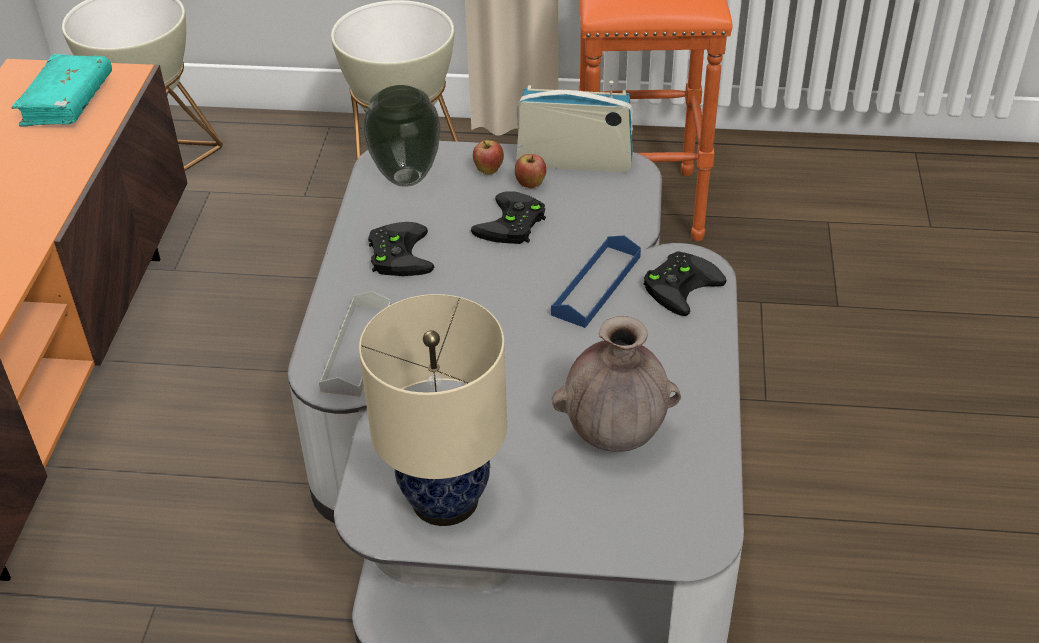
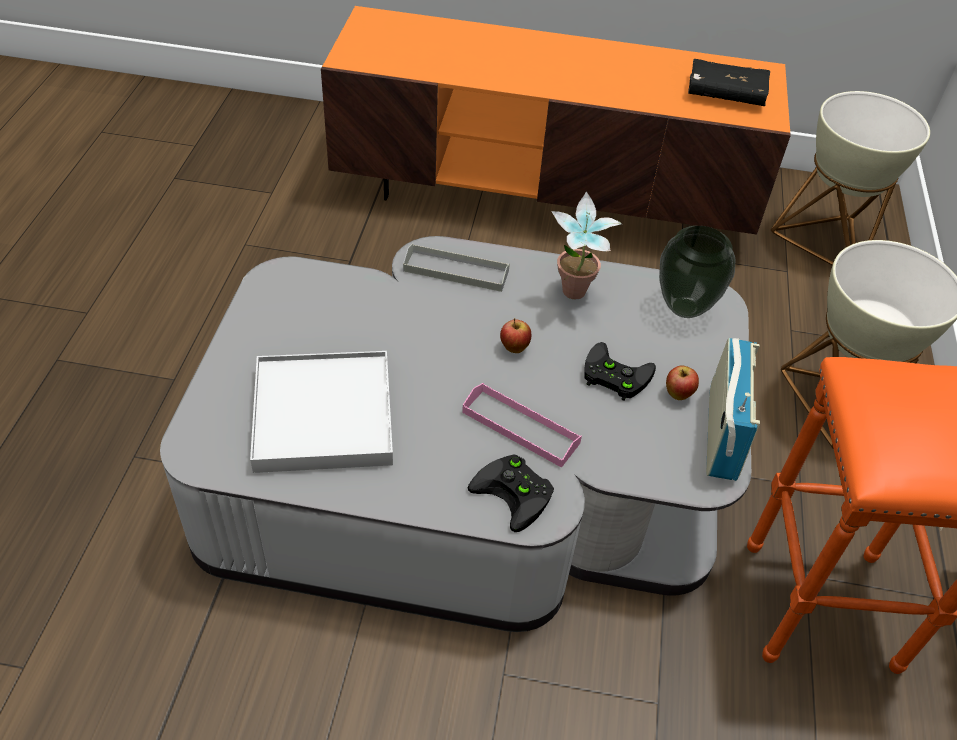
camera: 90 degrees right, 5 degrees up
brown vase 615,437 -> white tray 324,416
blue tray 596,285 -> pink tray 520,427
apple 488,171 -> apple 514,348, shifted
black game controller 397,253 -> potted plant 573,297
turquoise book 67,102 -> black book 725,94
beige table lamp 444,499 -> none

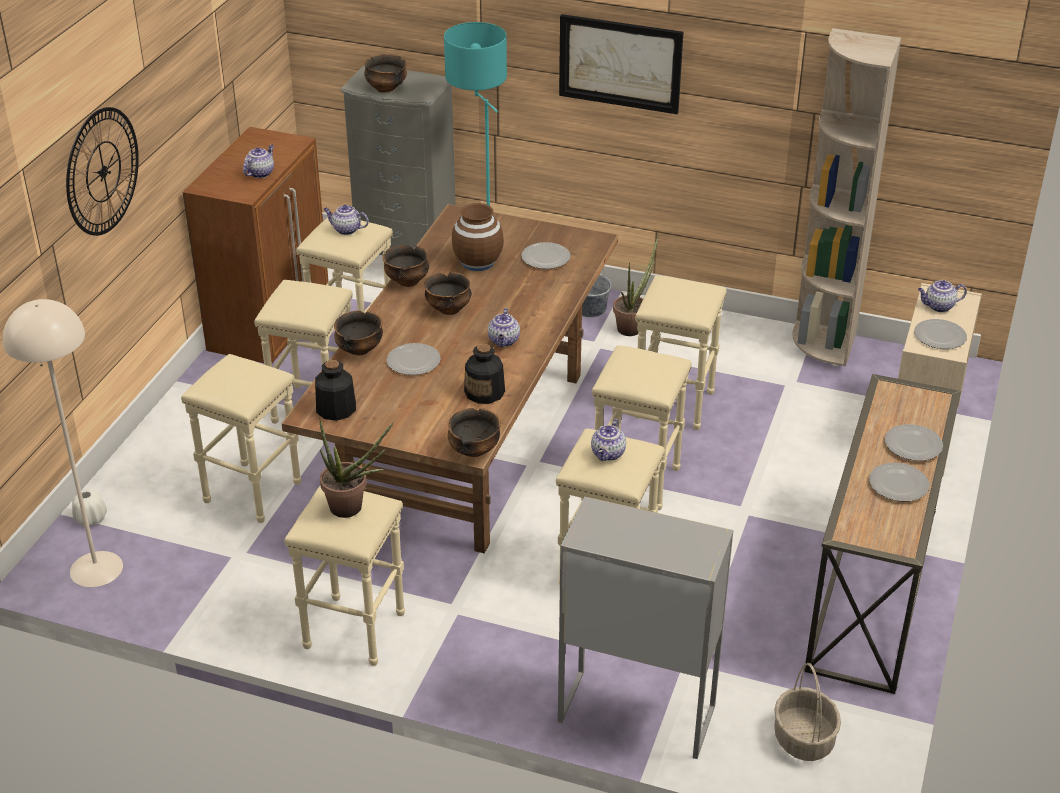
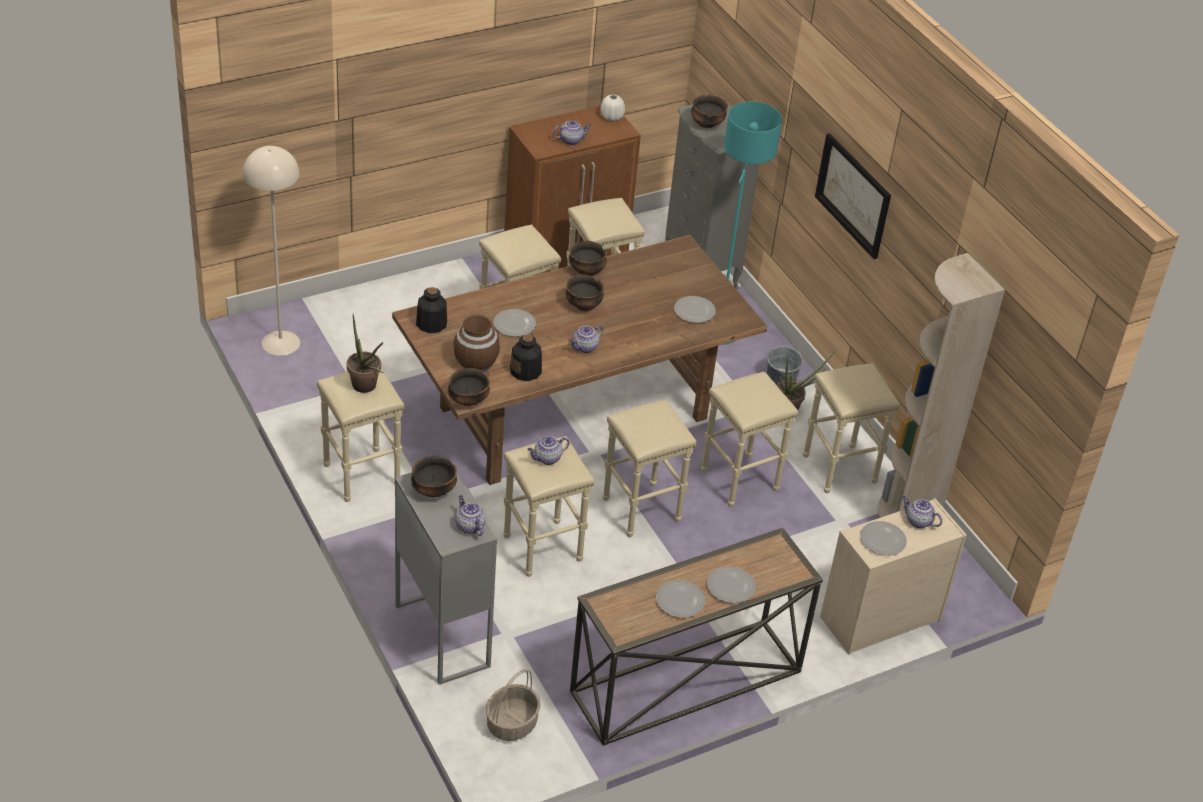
camera: 40 degrees right, 5 degrees up
bowl 359,349 -> bowl 433,490, shifted
brown vase 478,262 -> brown vase 476,364, shifted
teapot 346,230 -> teapot 469,526, shifted
white vase 91,519 -> white vase 611,117, shifted
beige stool 252,490 -> beige stool 840,467, shifted
wall clock 103,171 -> none

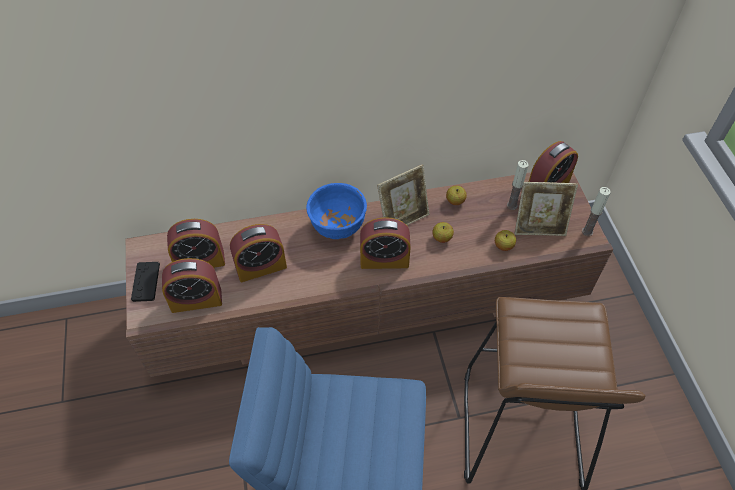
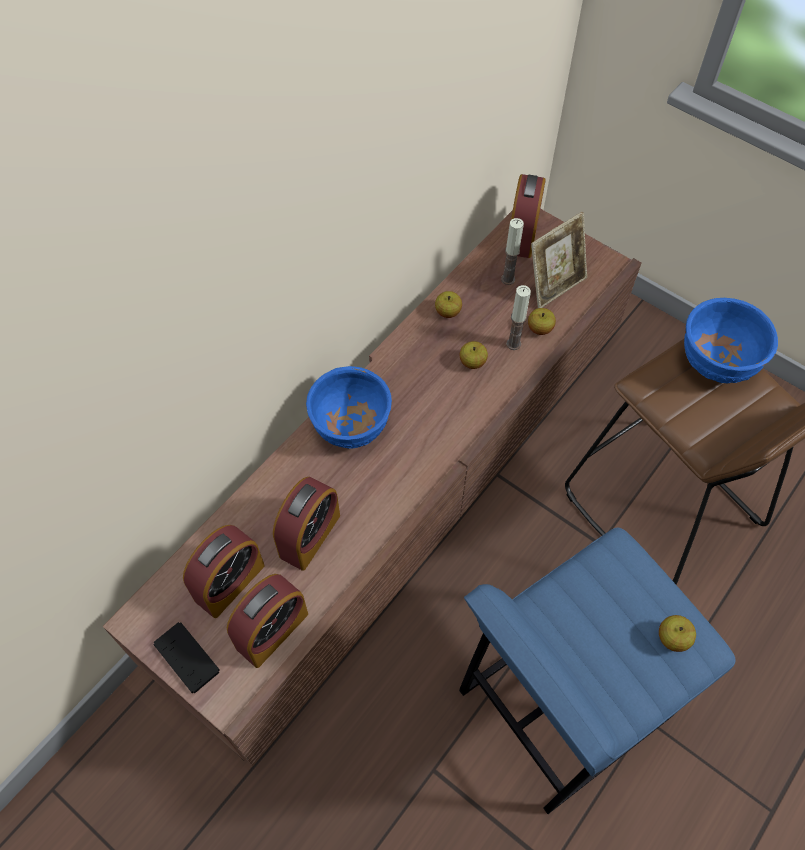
camera: 40 degrees left, 5 degrees up
candle 587,231 -> candle 513,344, shifted
none -> apple 672,638
none -> blue bowl 716,362
alarm clock 384,259 -> none
picture frame 403,218 -> none

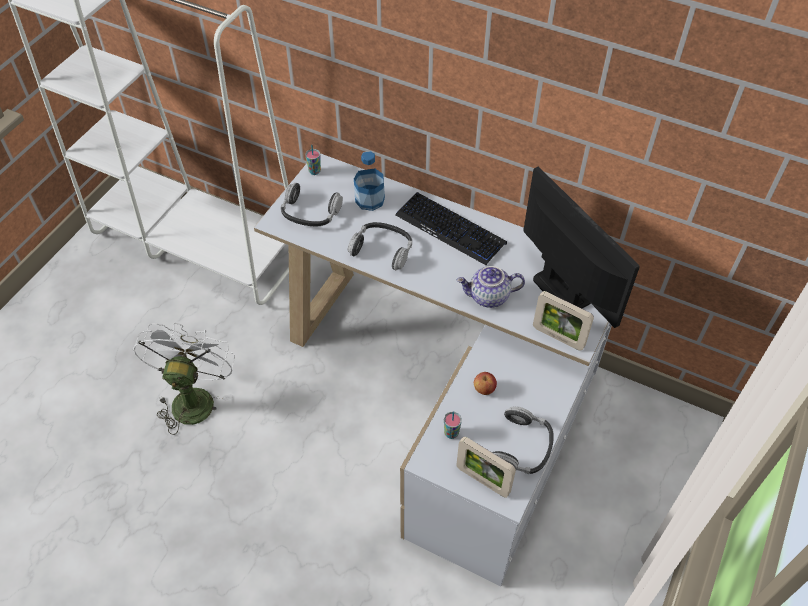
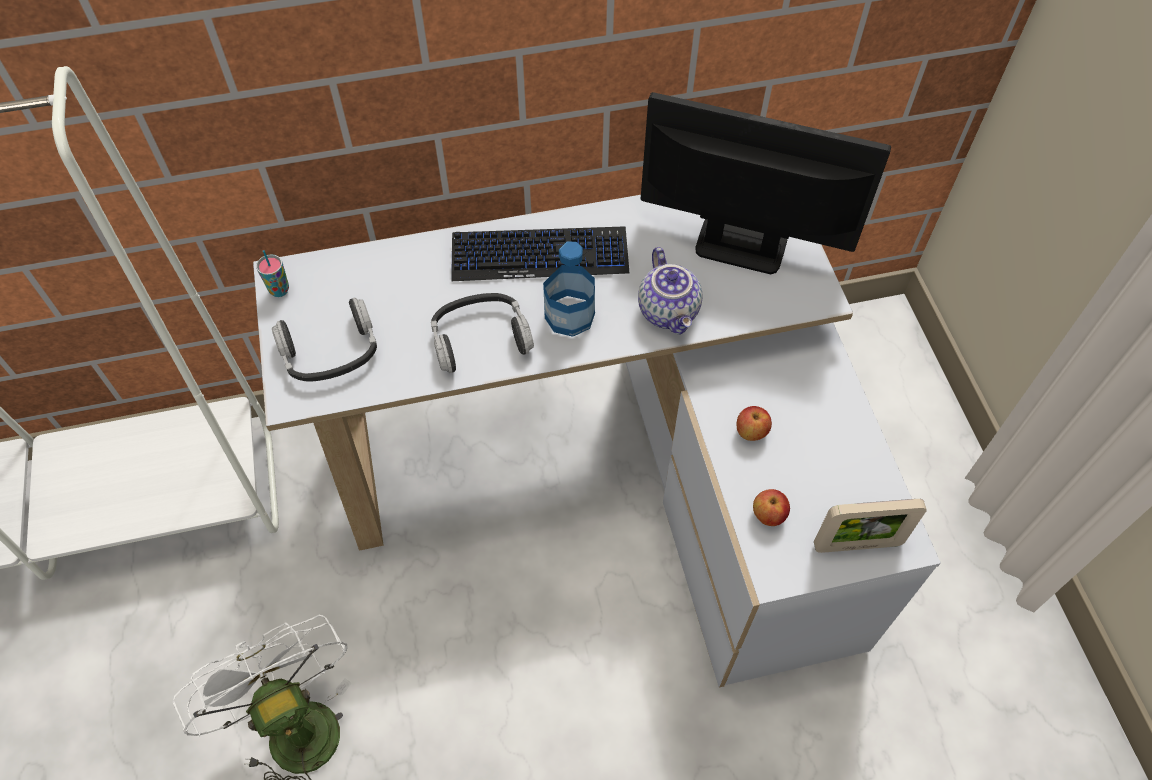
camera: 40 degrees left, 5 degrees up
bottle 370,200 -> bottle 569,316, shifted
teapot 488,297 -> teapot 670,311, 60 degrees counterclockwise
cup 451,433 -> apple 768,515
headphones 522,447 -> none
picture frame 558,337 -> none

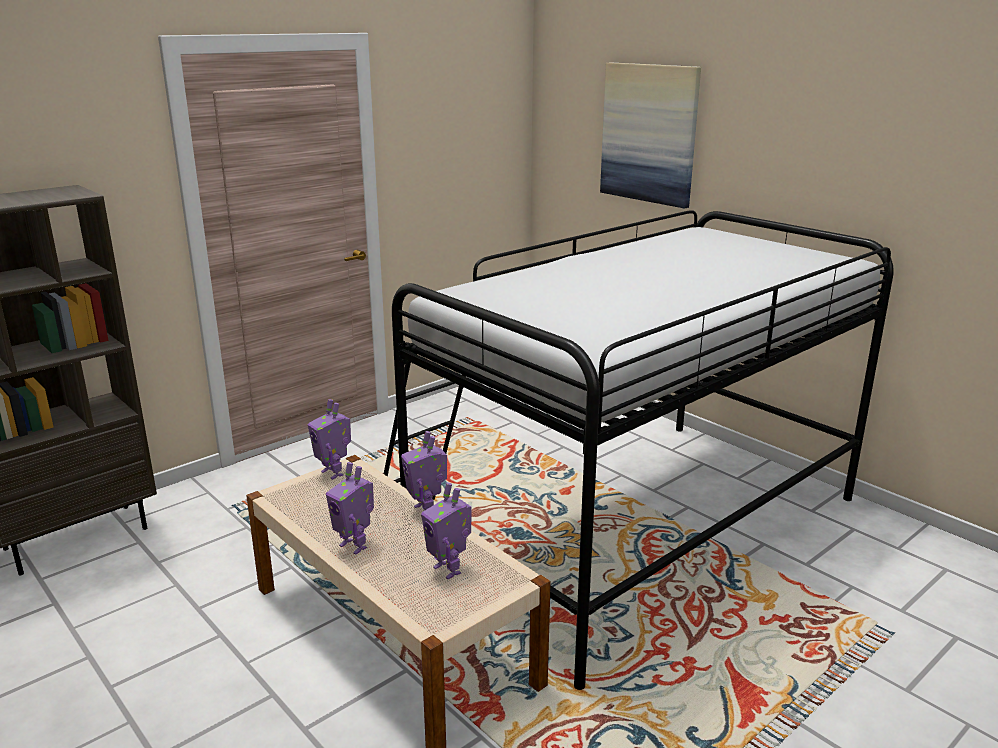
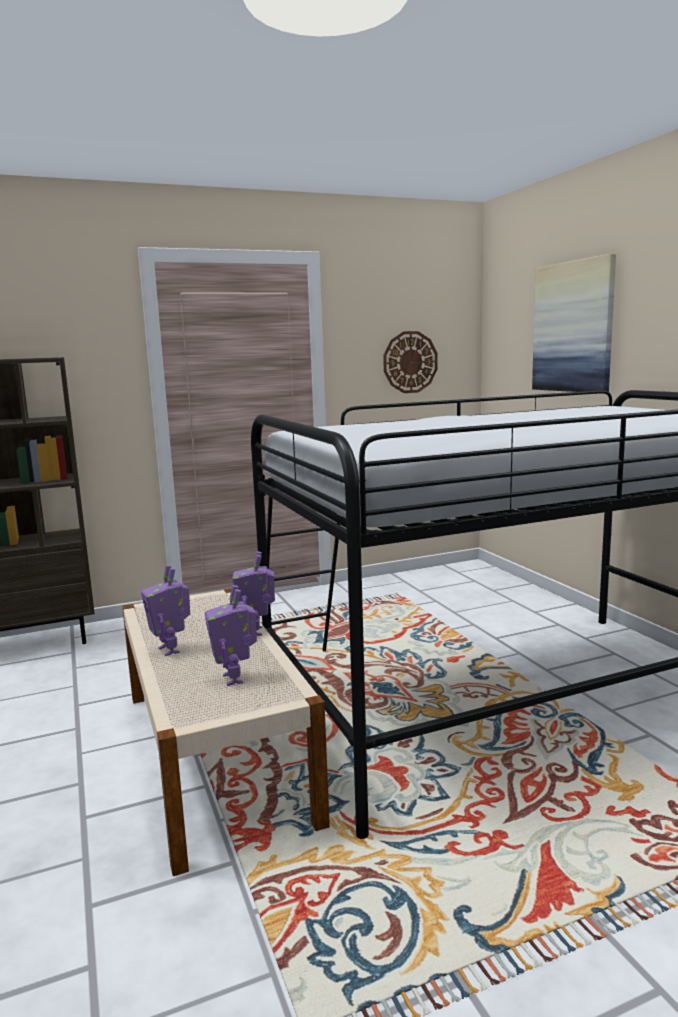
camera: 20 degrees right, 10 degrees down
none -> wall clock 410,362
toy robot 333,473 -> none

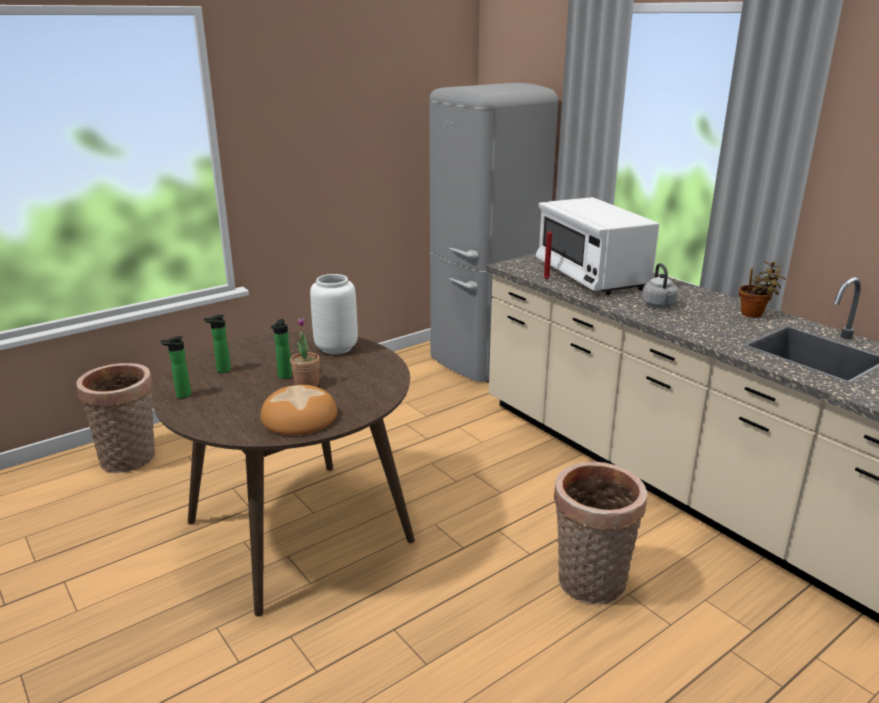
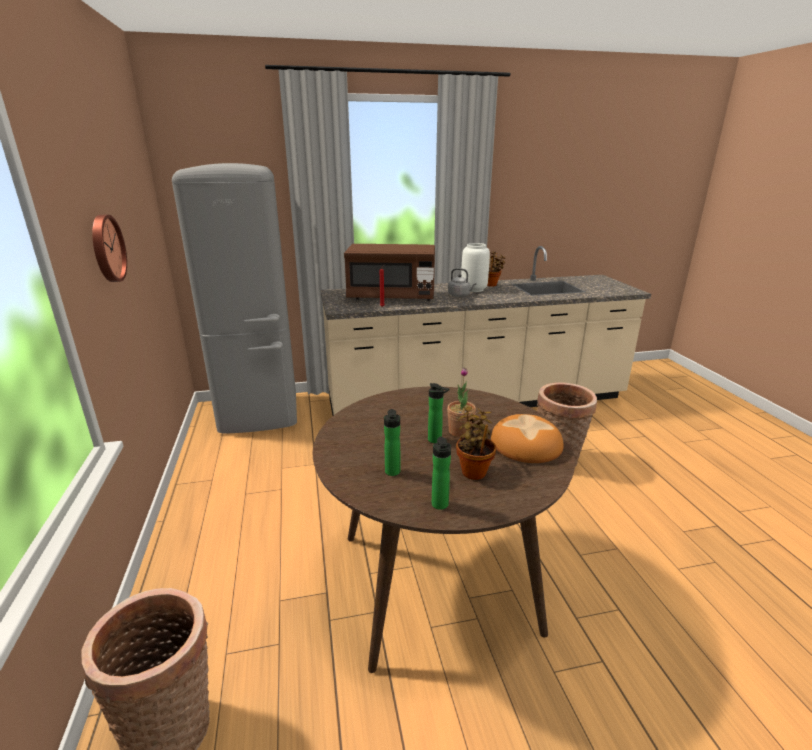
camera: 65 degrees left, 0 degrees up
none -> wall clock 106,249
white microwave 591,276 -> brown microwave 392,297
none -> potted plant 474,471
white vase 336,348 -> white vase 474,289, shifted

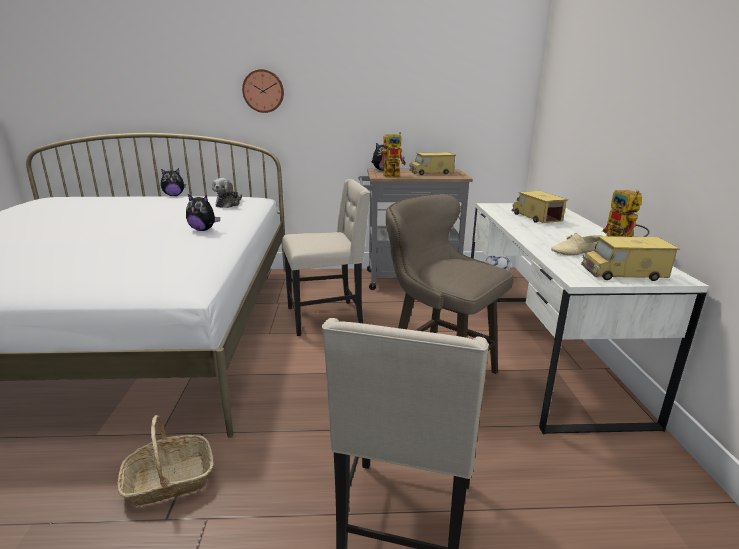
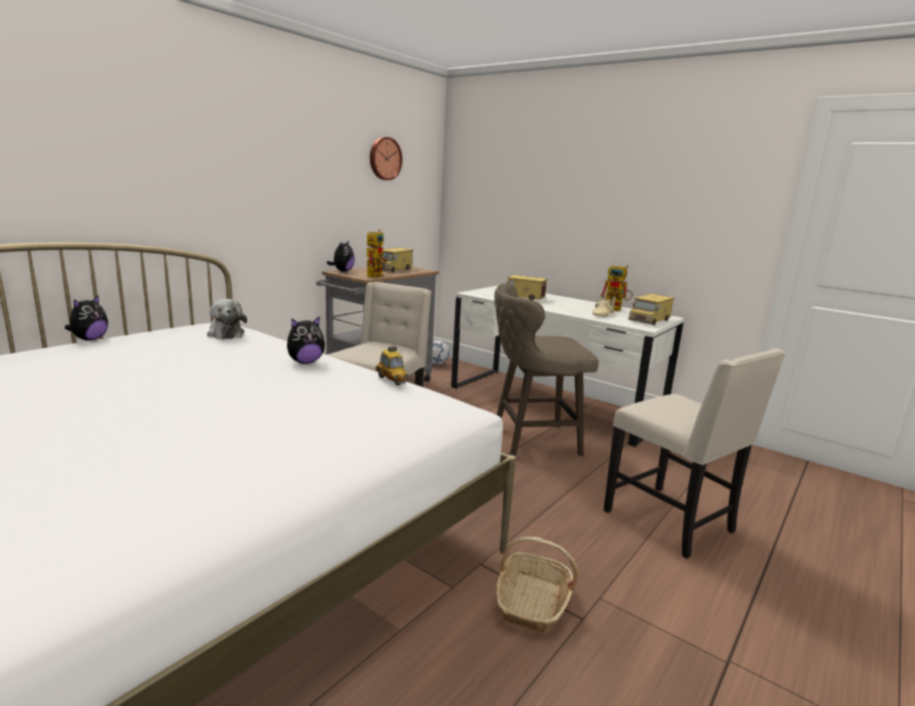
camera: 50 degrees left, 5 degrees down
wall clock 263,91 -> wall clock 384,158, shifted
none -> toy car 391,380

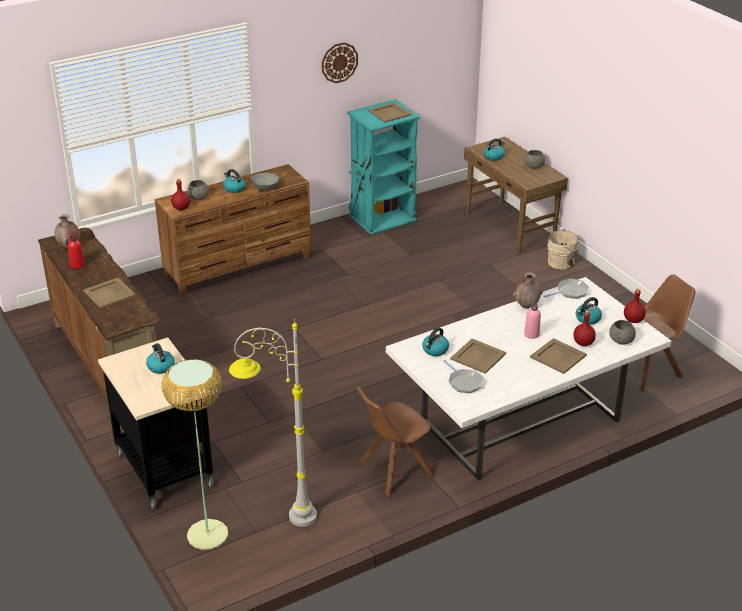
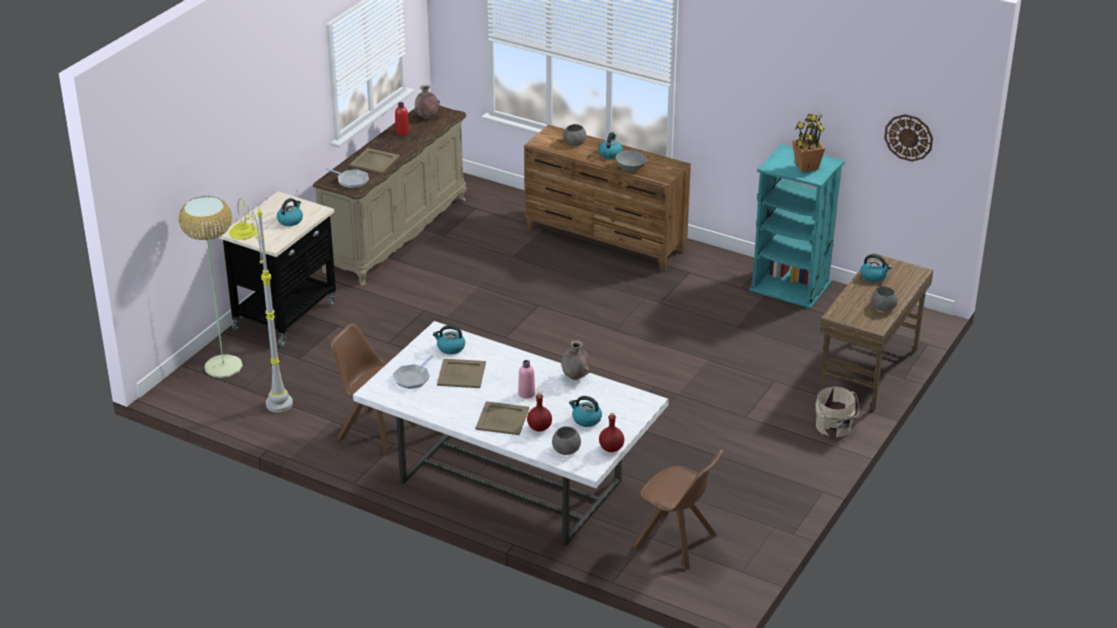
camera: 60 degrees right, 0 degrees up
frying pan 571,292 -> frying pan 351,181, shifted
beige tray 390,113 -> potted plant 806,167
wall clock 339,62 -> wall clock 908,137, shifted
red bottle 181,208 -> none

